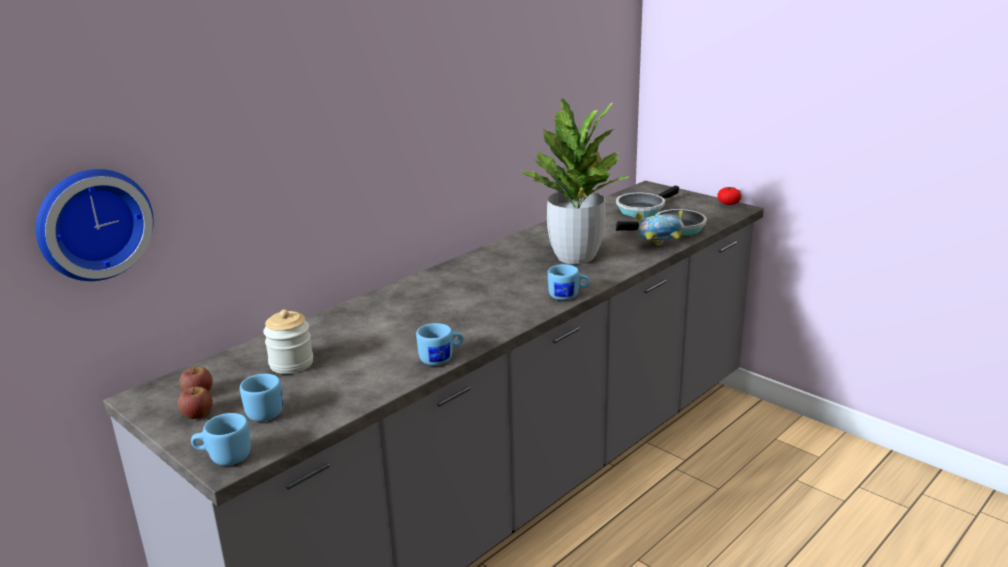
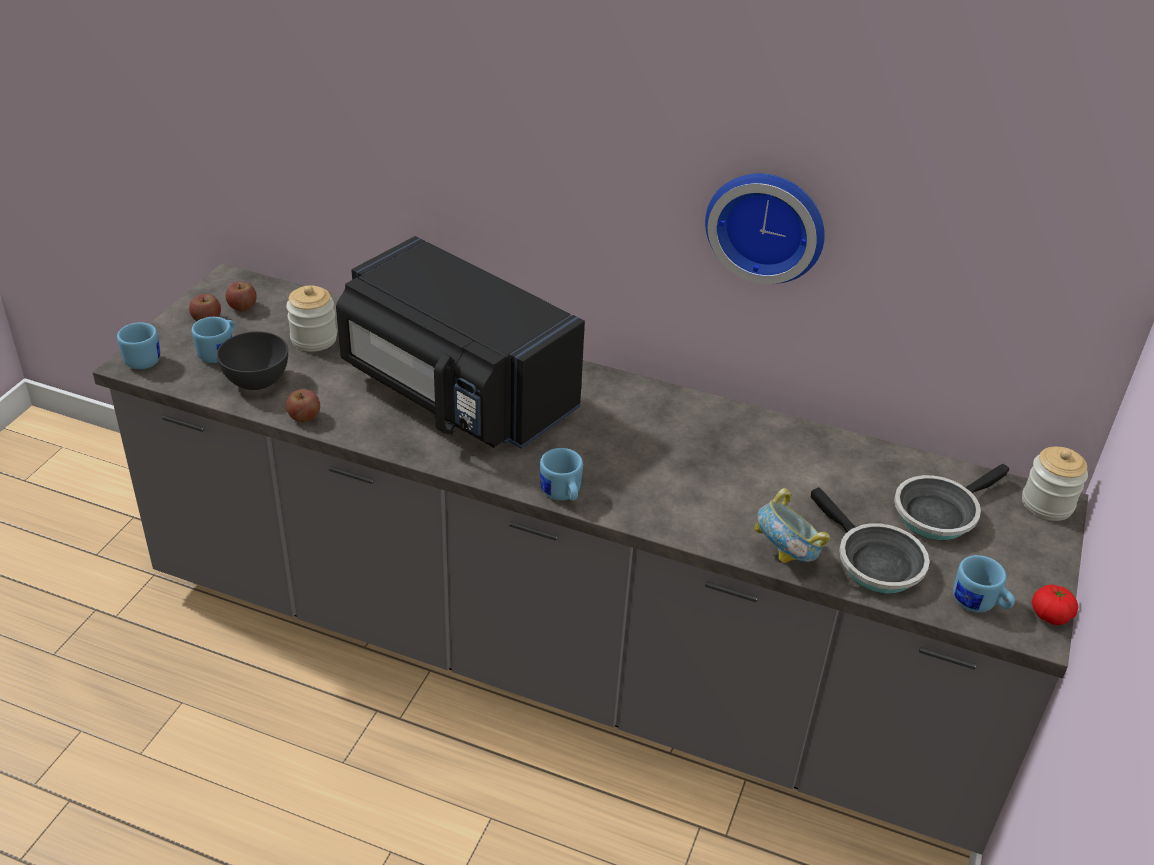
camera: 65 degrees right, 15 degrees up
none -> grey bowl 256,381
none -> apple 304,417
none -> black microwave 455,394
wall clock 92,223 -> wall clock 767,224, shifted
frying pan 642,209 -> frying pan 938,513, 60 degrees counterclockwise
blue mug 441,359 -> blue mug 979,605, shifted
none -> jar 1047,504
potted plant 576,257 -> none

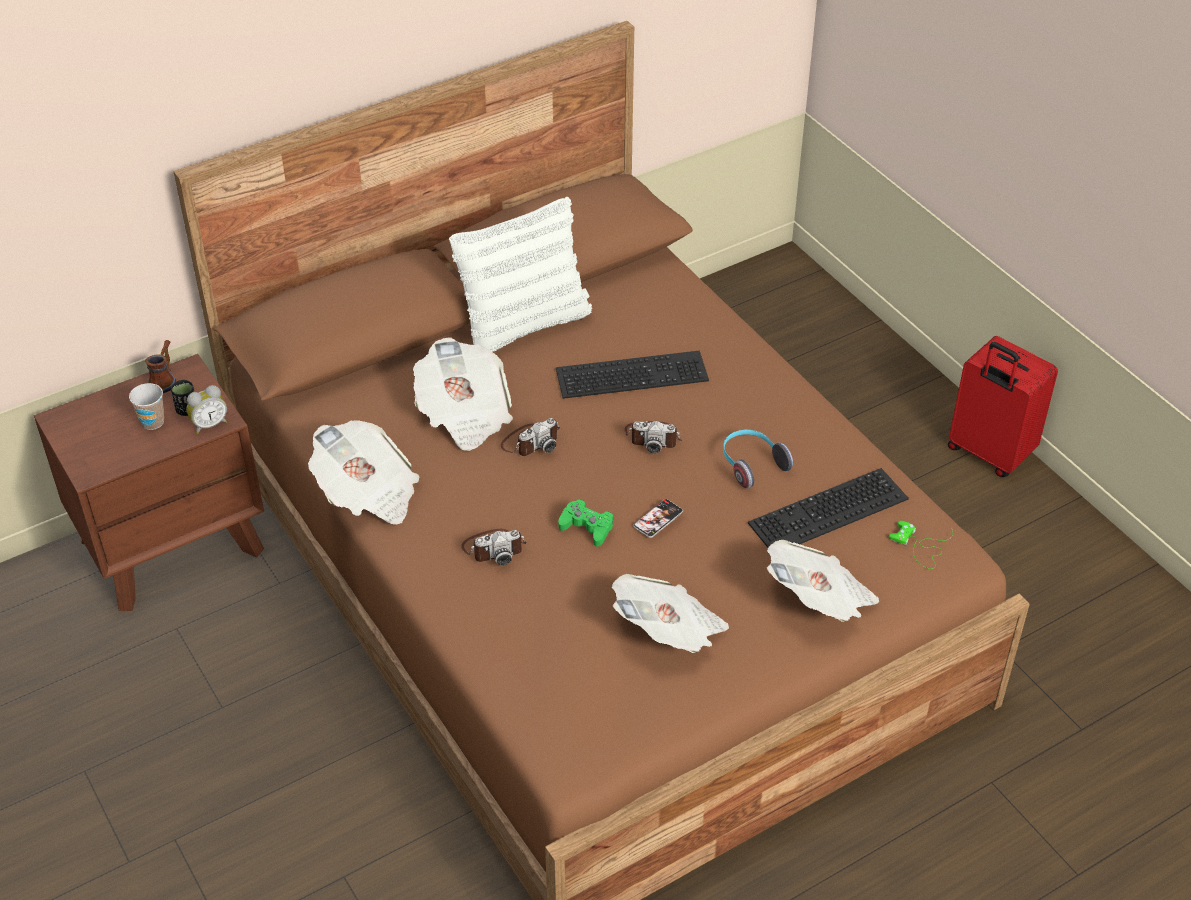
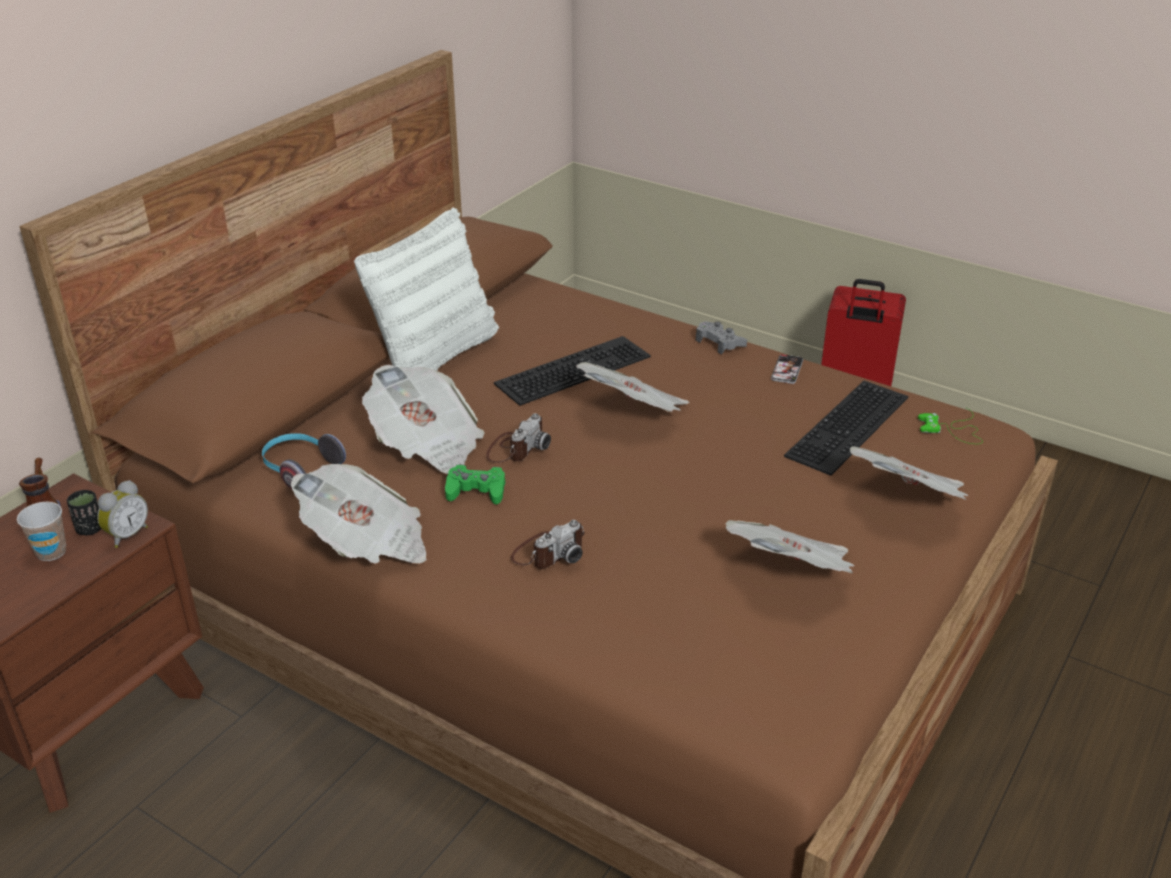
camera: 25 degrees left, 10 degrees down
headphones 751,464 -> headphones 300,469, shifted
green game controller 587,527 -> green game controller 476,490, shifted
photo camera 653,437 -> newspaper 634,413
none -> grey game controller 720,343
phone 658,519 -> phone 787,370, shifted

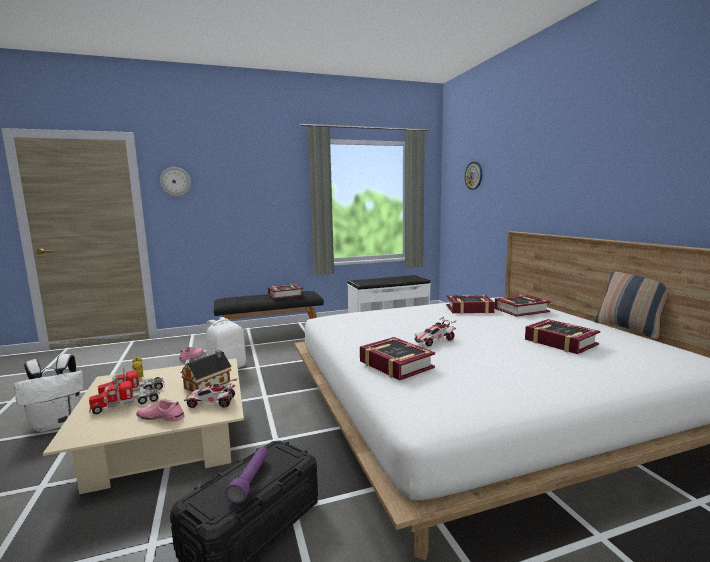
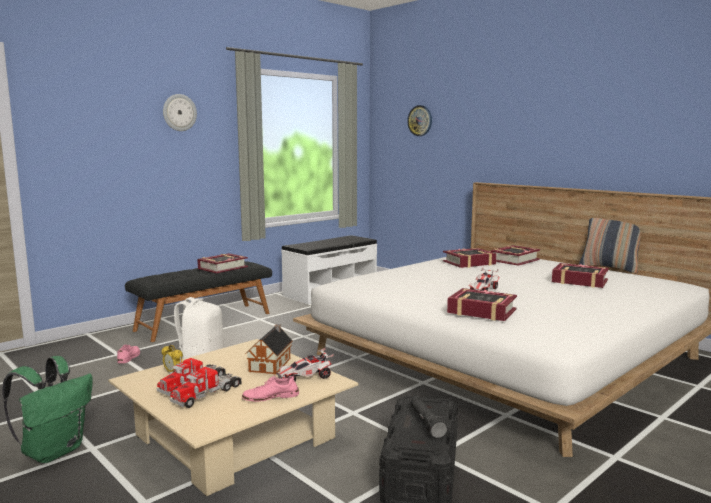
camera: 25 degrees left, 0 degrees up
white backpack 58,423 -> green backpack 54,451
wall clock 175,181 -> wall clock 179,112, shifted
purple flashlight 251,480 -> black flashlight 426,423

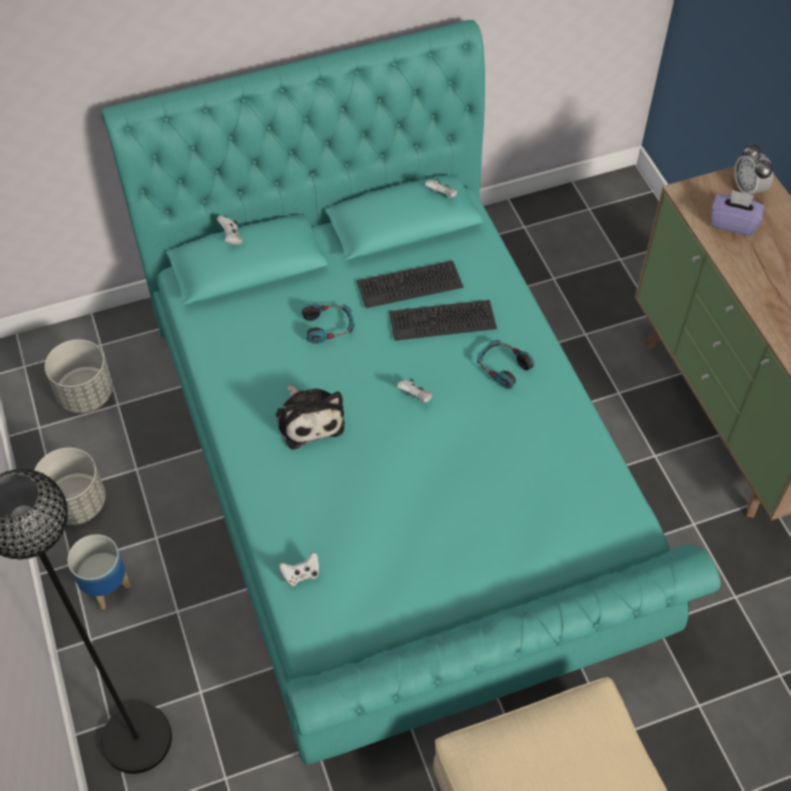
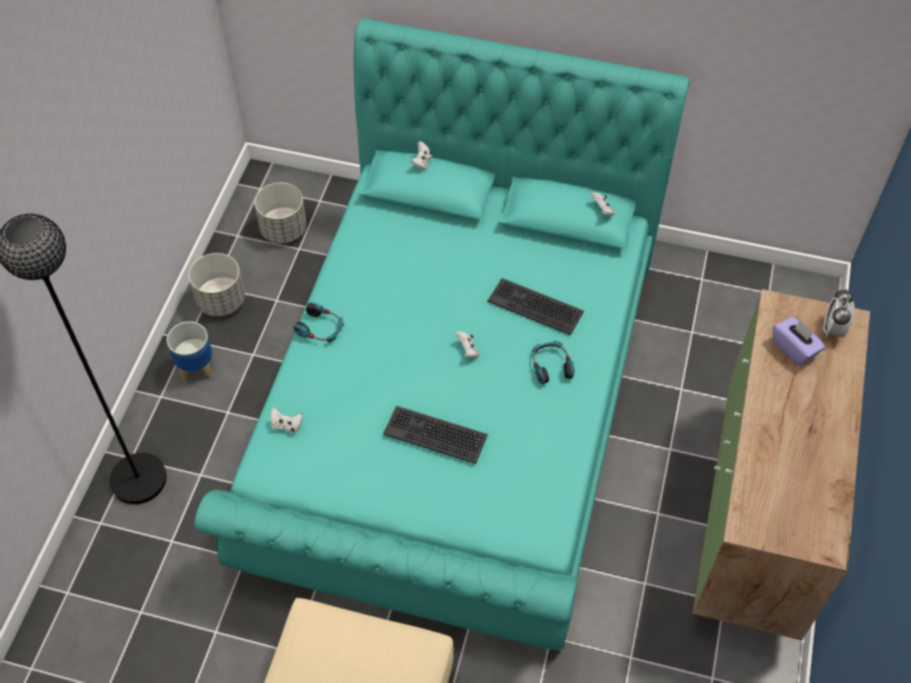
camera: 35 degrees right, 0 degrees up
headphones 329,327 -> headphones 320,328, shifted
keyboard 409,284 -> keyboard 435,434, shifted
plush toy 309,419 -> none

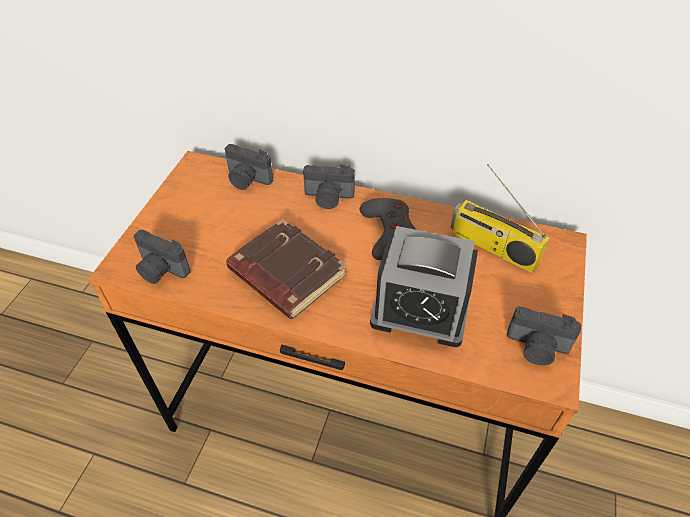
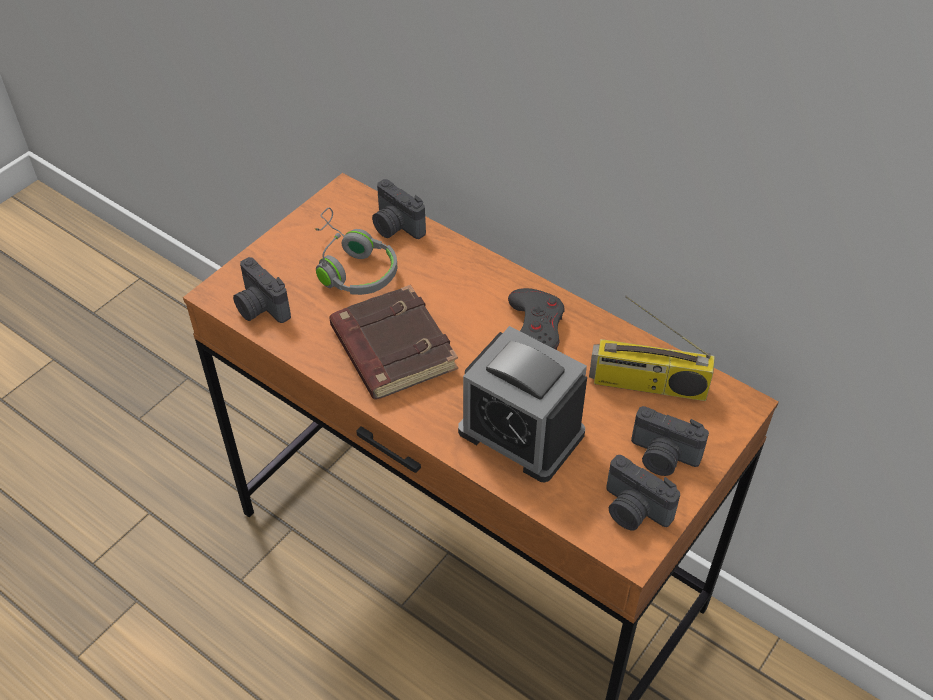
camera: 20 degrees right, 0 degrees up
none -> grey headphones 351,267
radio 492,247 -> radio 647,385, 45 degrees counterclockwise
photo camera 328,198 -> photo camera 662,457, shifted

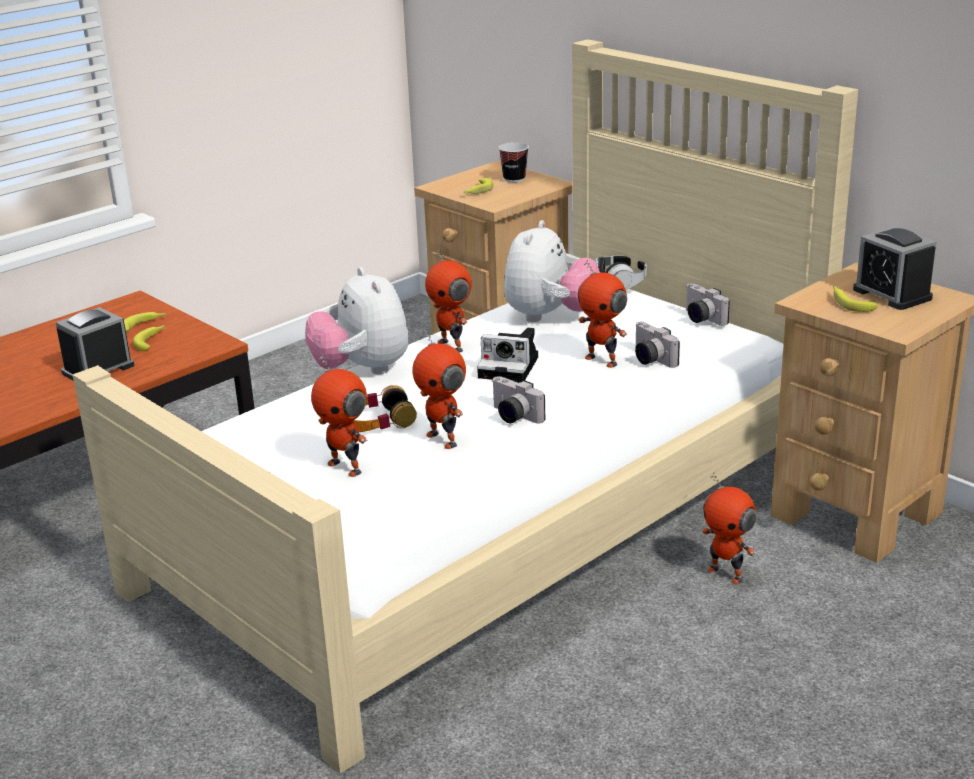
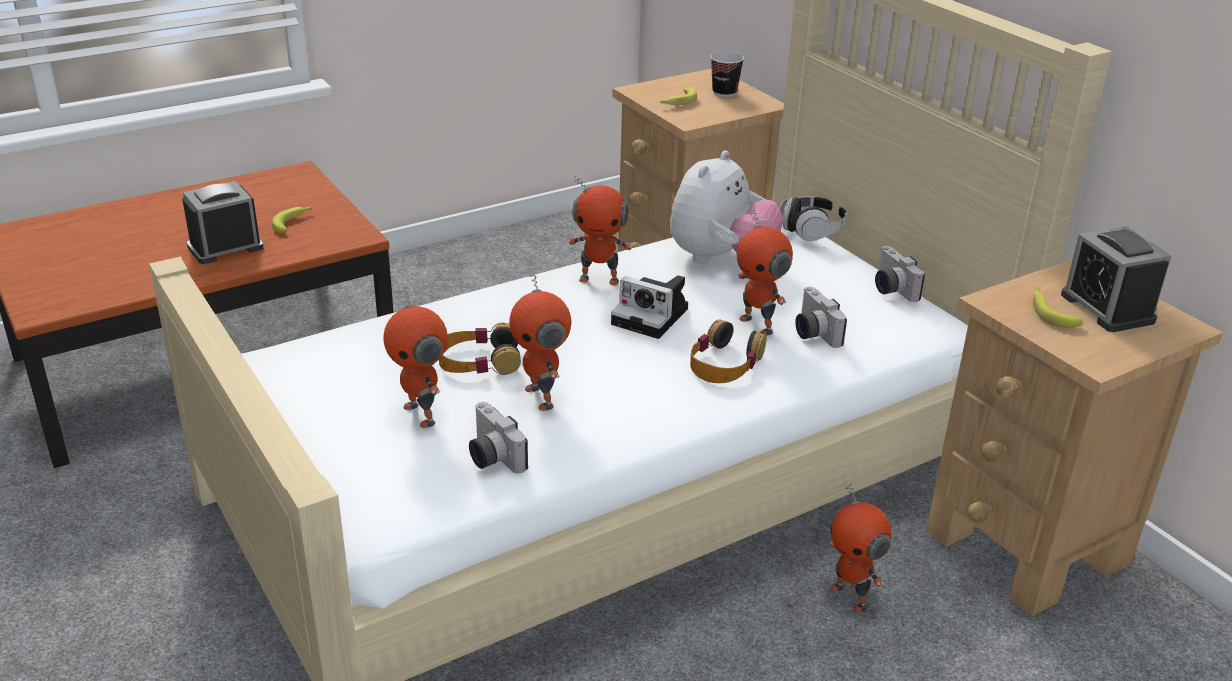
camera: 10 degrees right, 5 degrees up
photo camera 512,416 -> photo camera 491,456, shifted
toy robot 452,346 -> toy robot 599,279, 60 degrees counterclockwise
none -> headphones 724,363
banana 144,325 -> none
plush toy 362,370 -> none

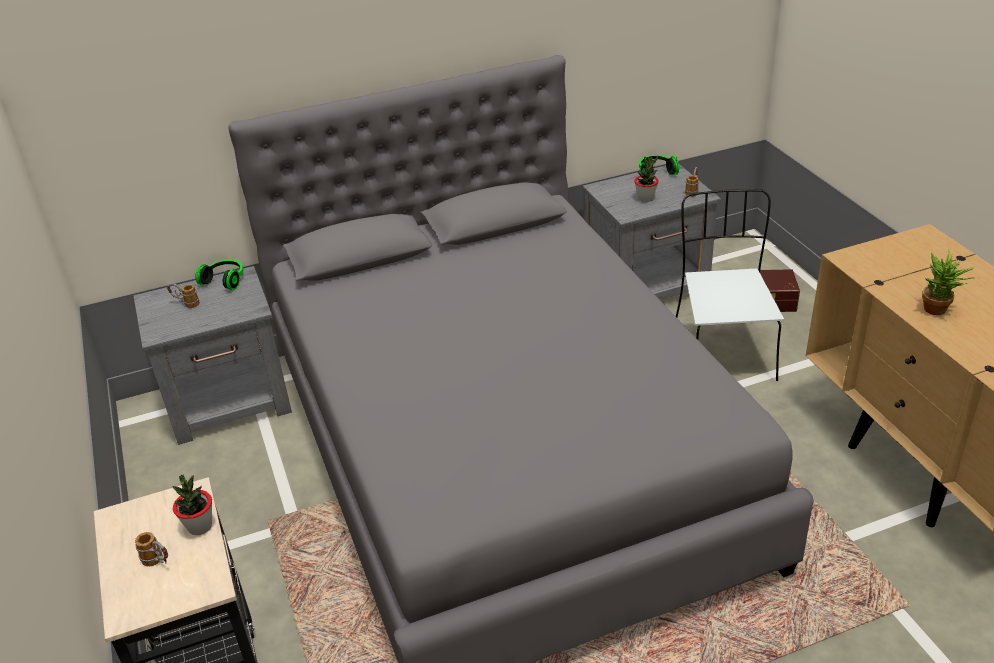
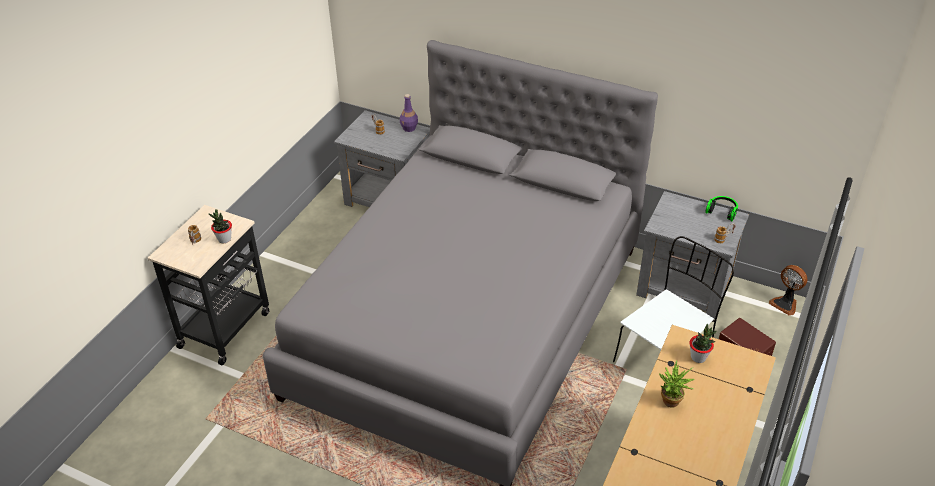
camera: 45 degrees right, 5 degrees up
headphones 225,280 -> purple bottle 409,128
potted plant 645,198 -> potted plant 698,357, shifted
none -> fan 785,304

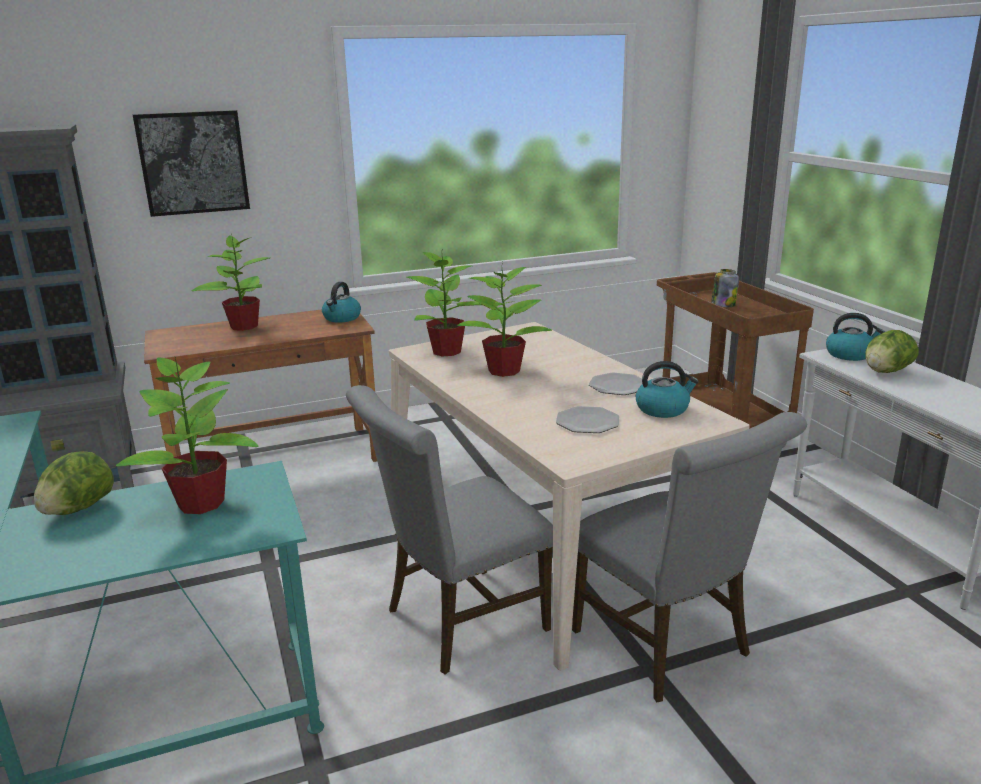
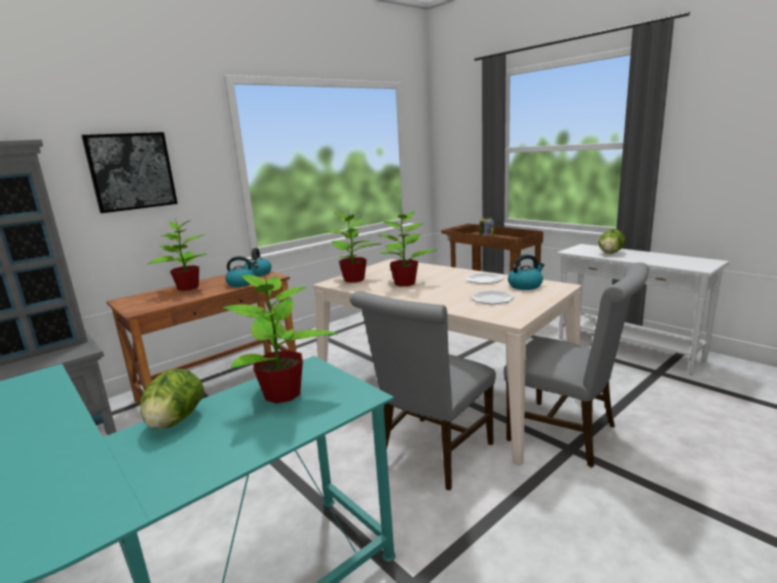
camera: 20 degrees left, 5 degrees down
kettle 850,354 -> kettle 242,283, shifted

